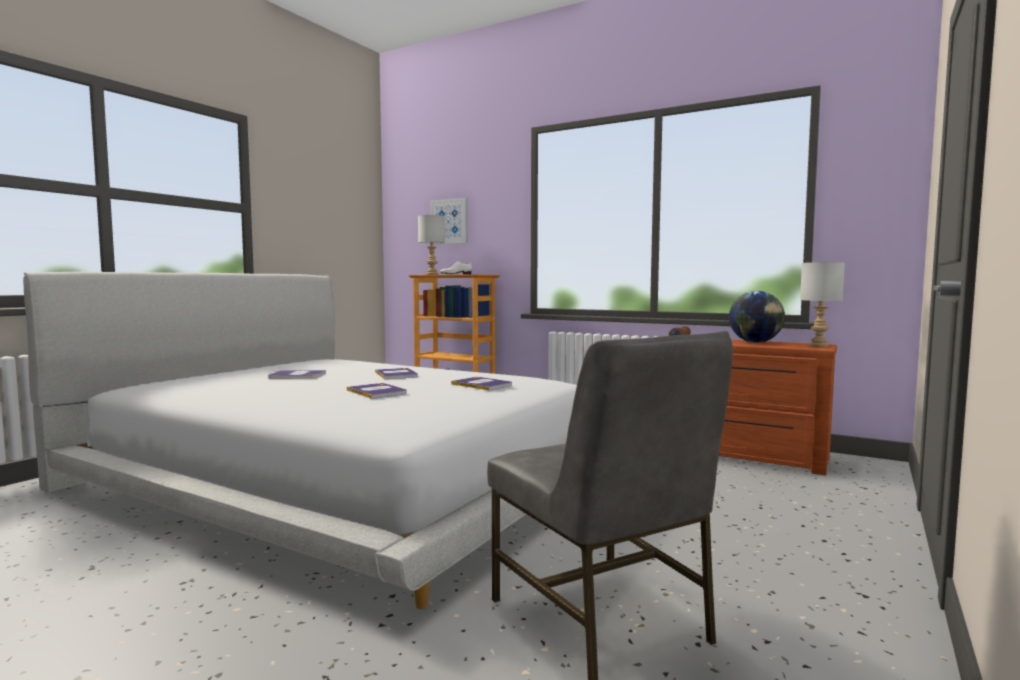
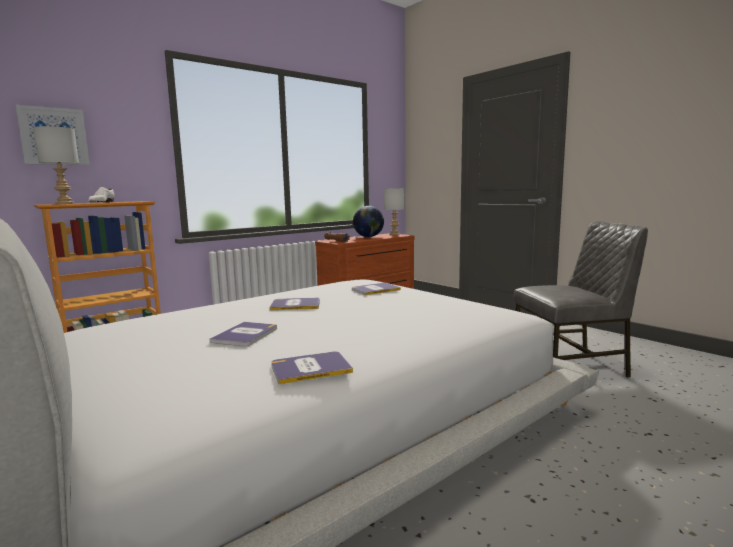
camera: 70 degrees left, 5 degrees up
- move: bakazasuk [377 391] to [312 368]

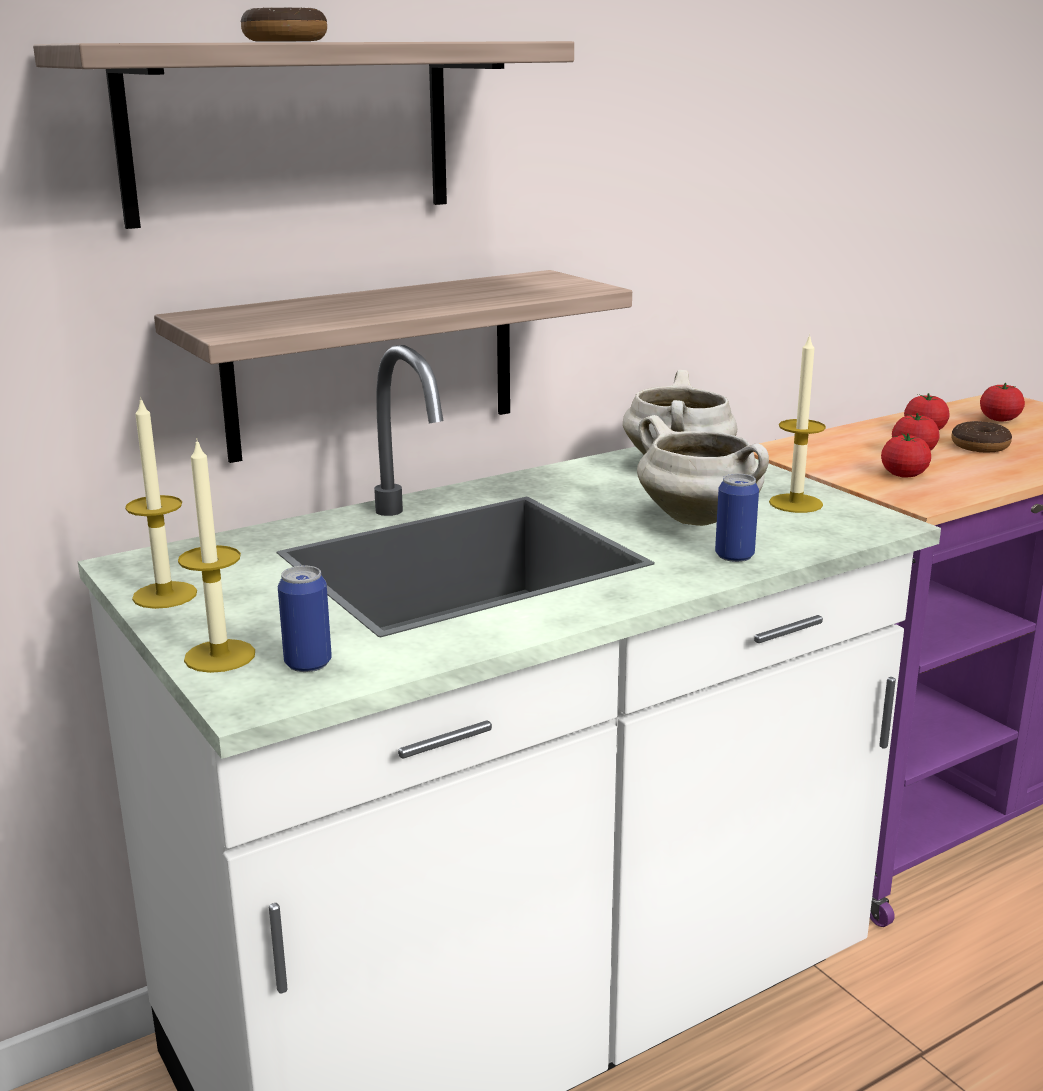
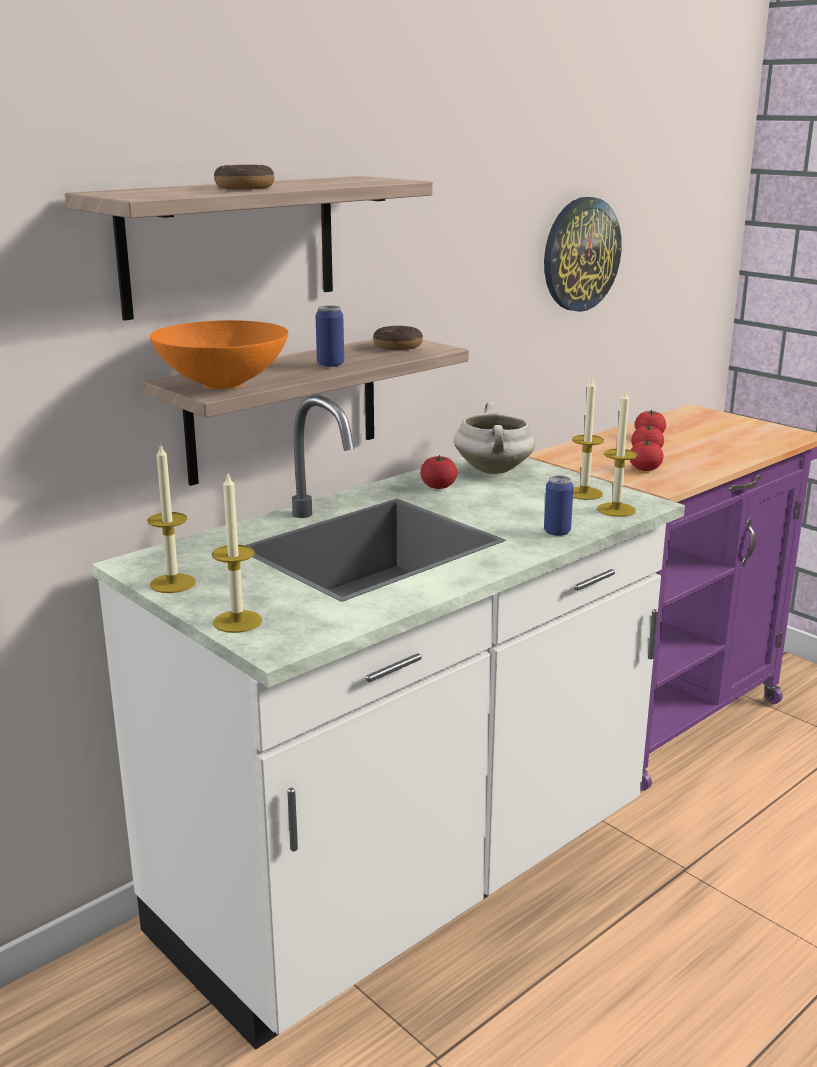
camera: 10 degrees left, 0 degrees up
- insert: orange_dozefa [219 354]
- move: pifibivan [305 618] to [329 336]
- move: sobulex [981 437] to [398 338]
- move: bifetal [1002 402] to [438 472]
- insert: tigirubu [583 254]
- insert: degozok [617 452]
- delete: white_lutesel [703 470]

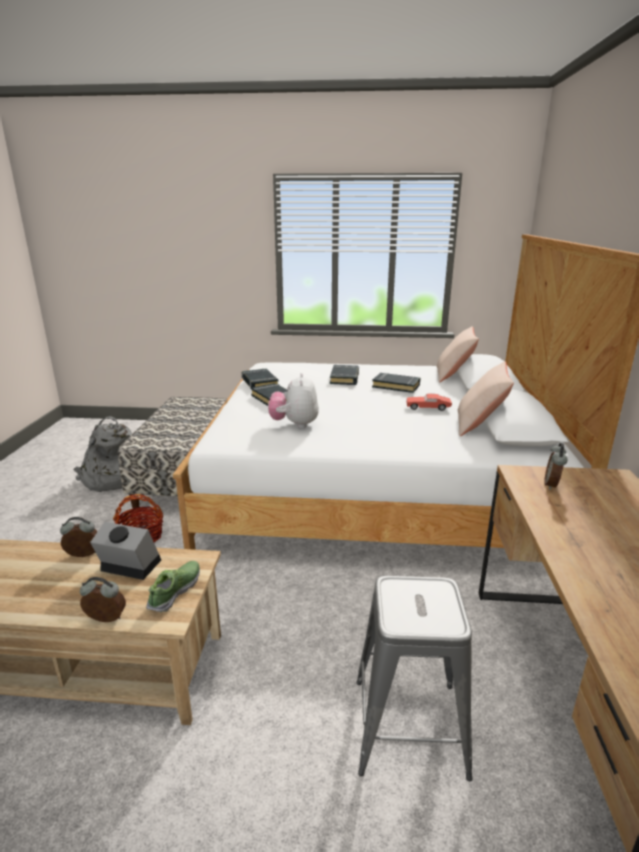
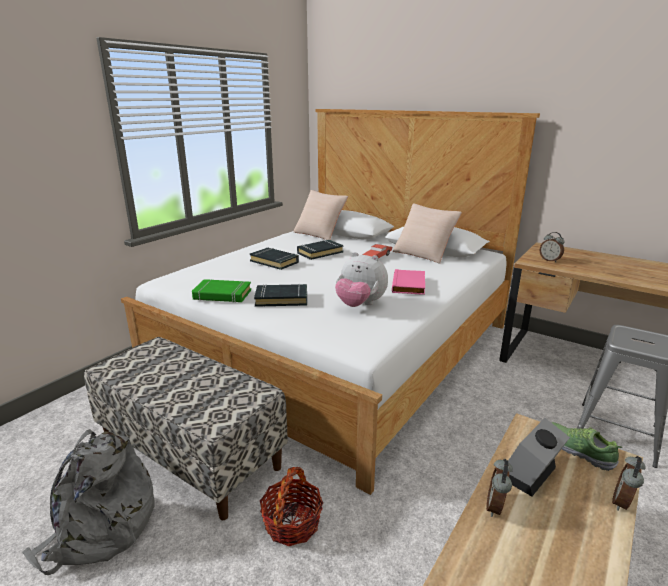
camera: 60 degrees left, 0 degrees up
- recolor: black_bakazasuk [260 379] to green_bakazasuk [221 291]
- insert: pink_bakazasuk [408 282]

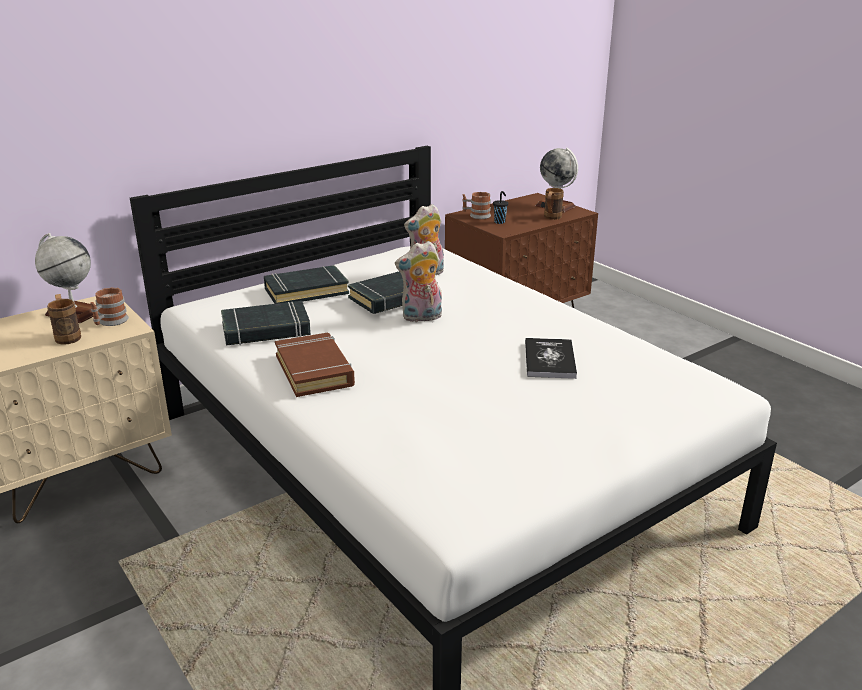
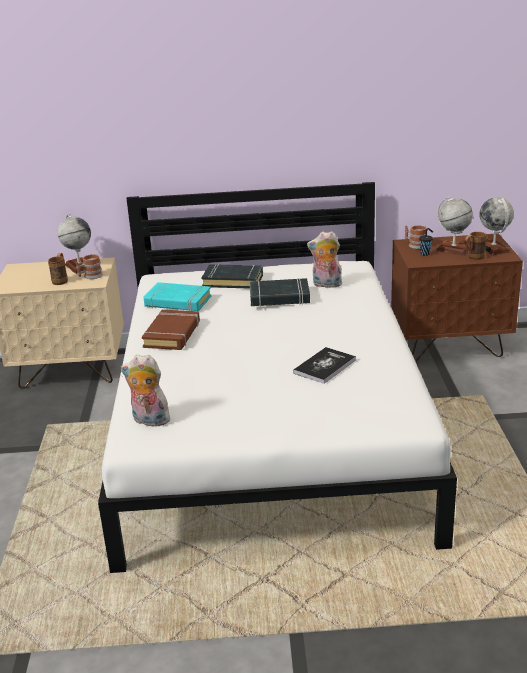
camera: 35 degrees right, 0 degrees up
- move: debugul [418 281] to [147 390]
- recolor: black_bakazasuk [266 323] to turquoise_bakazasuk [177 296]
- insert: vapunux [454 225]

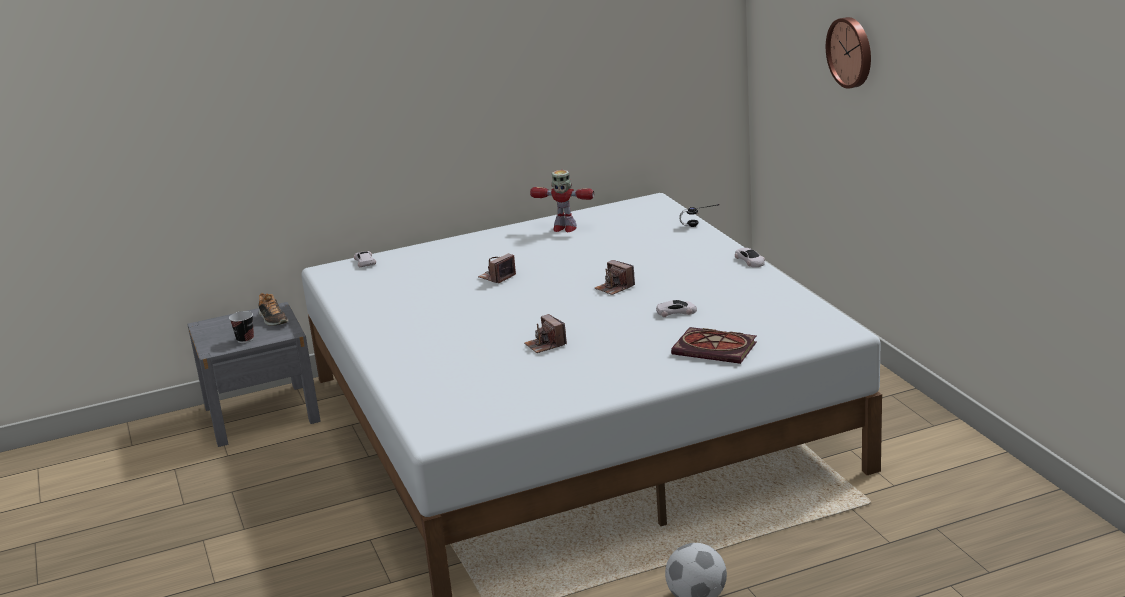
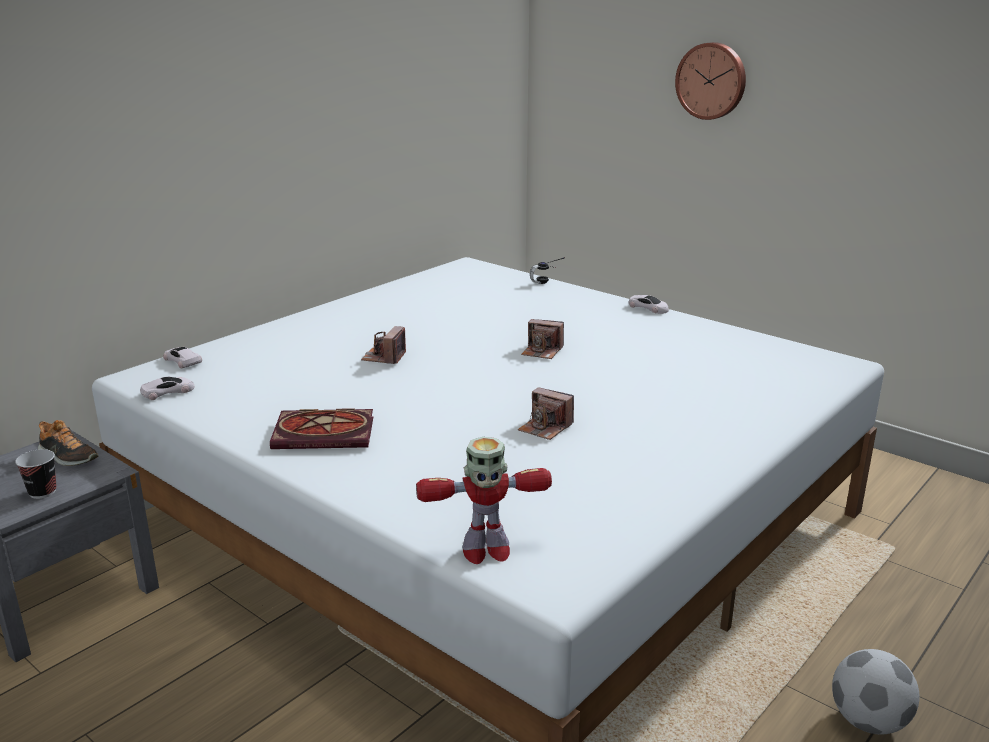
camera: 30 degrees left, 0 degrees up
- move: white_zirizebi [676 308] to [167 388]
- move: bakazasuk [714 345] to [321 428]
- move: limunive [562 201] to [484 500]

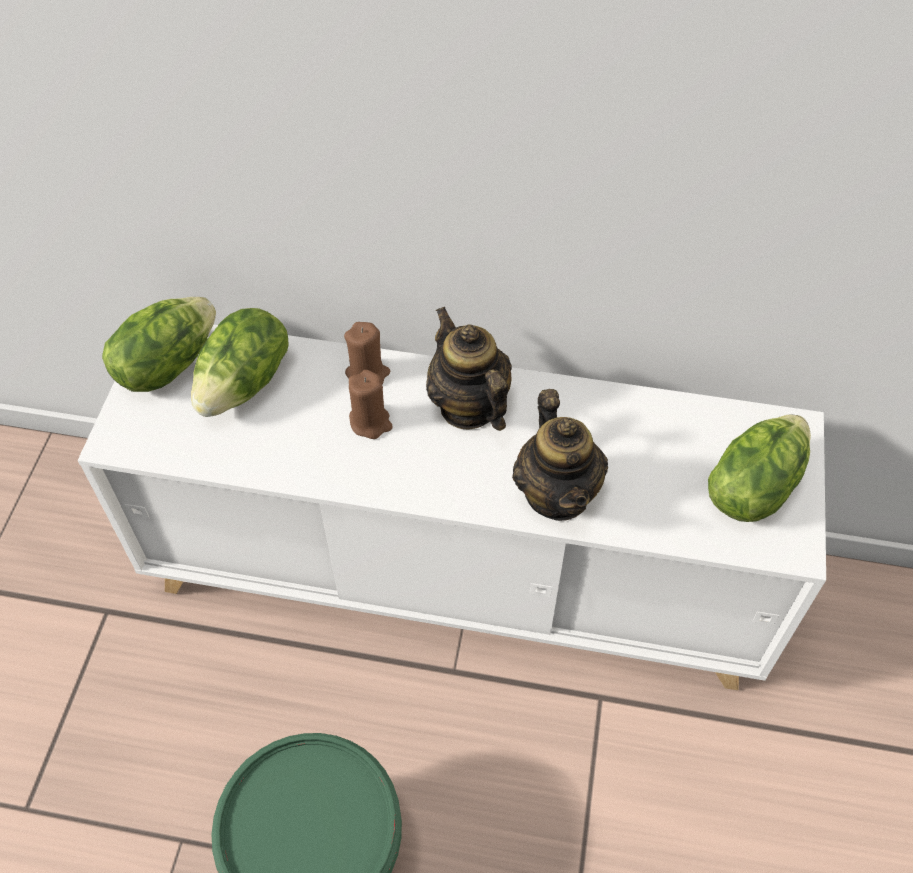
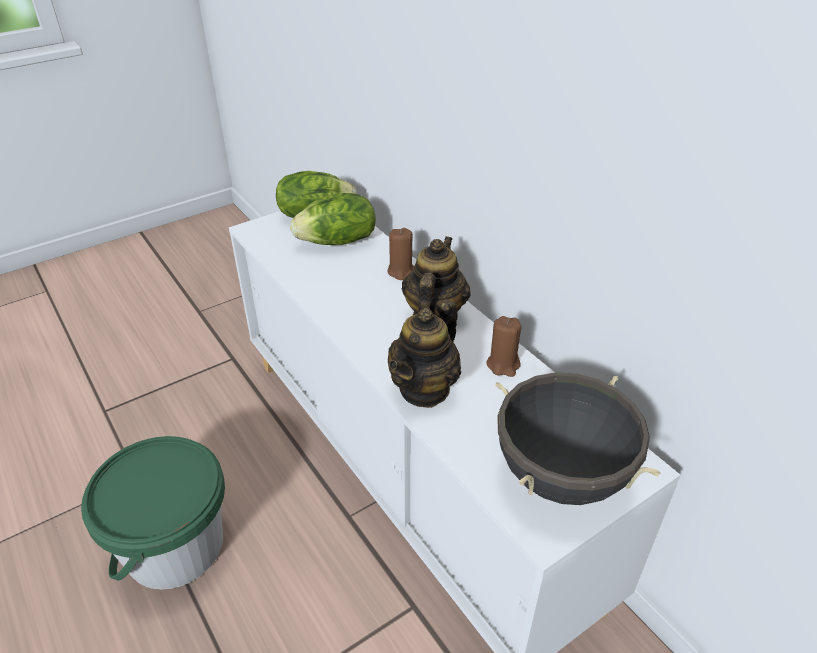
camera: 45 degrees right, 15 degrees down
- move: brown_degozok [371 404] to [504 346]
- replace: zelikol [759 468] to black_lutesel [577 438]

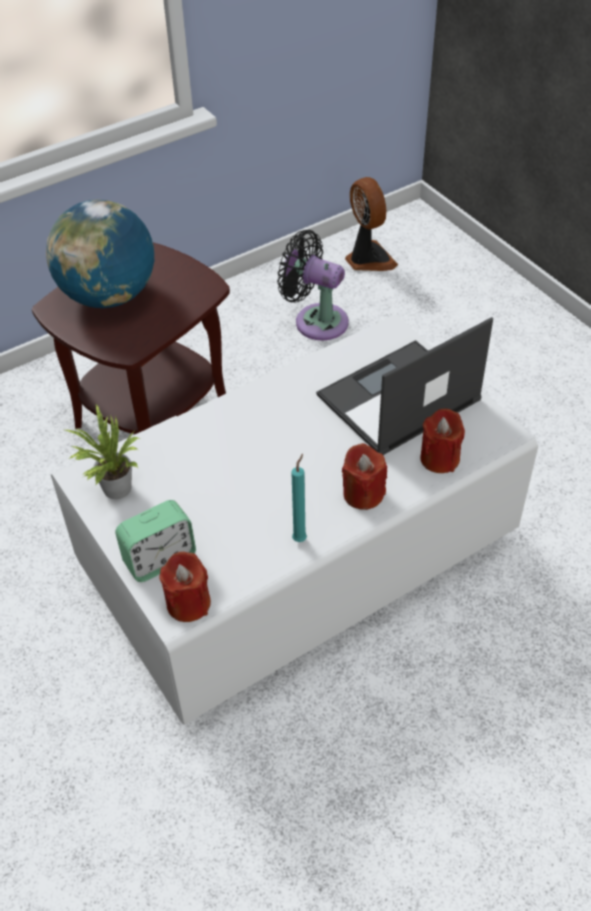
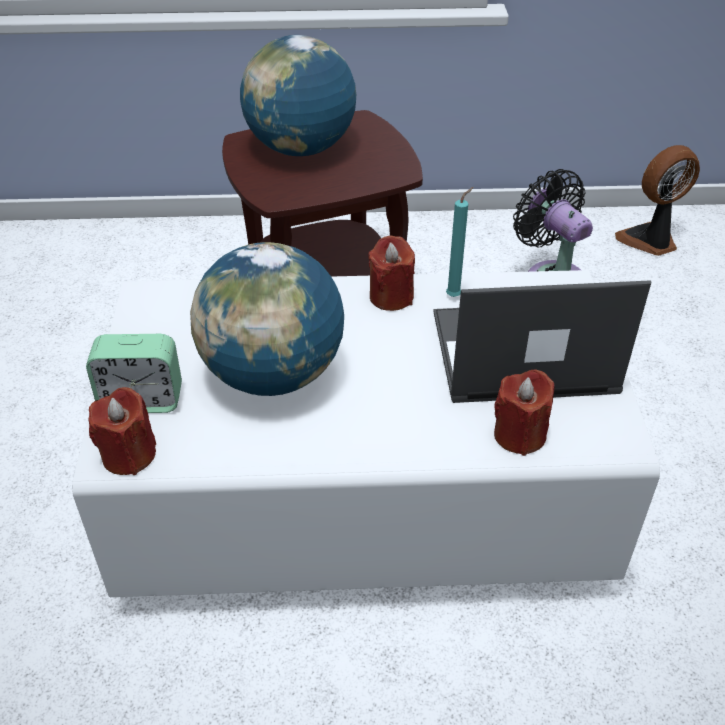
camera: 30 degrees right, 5 degrees down
- insert: vapunux [267 319]
- move: red_degozok [364 476] to [391 273]
- move: turquoise_degozok [299 498] to [460 242]
- rotate: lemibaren [371 224] = [657 200] 120 degrees counterclockwise
- delete: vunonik [100 451]

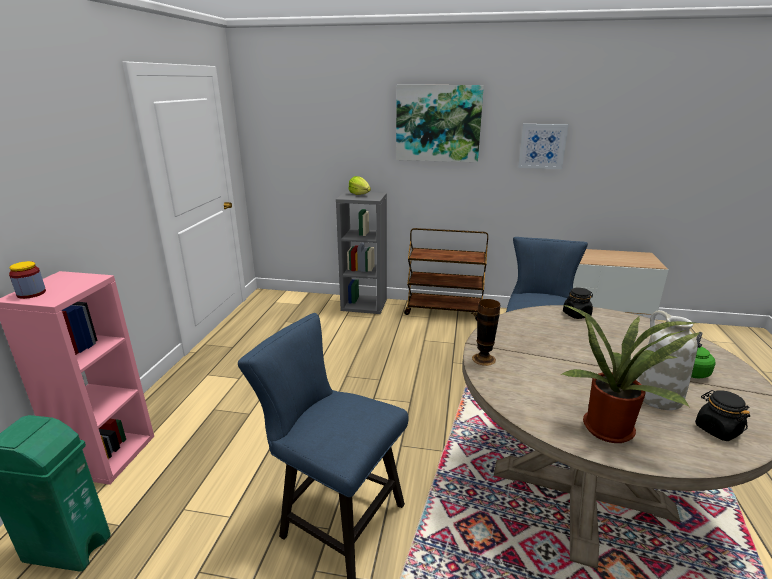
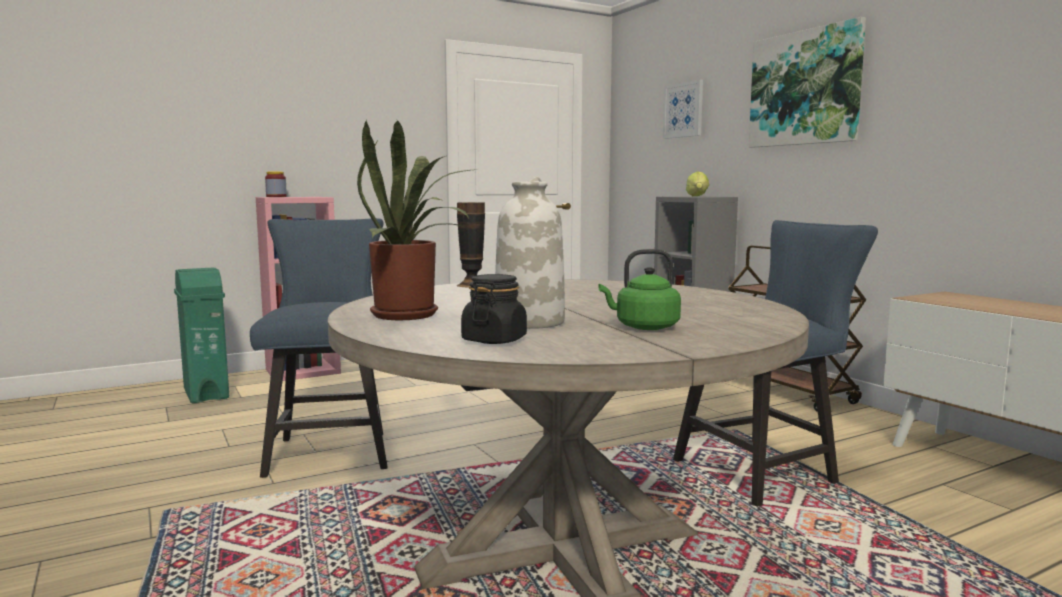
camera: 50 degrees right, 15 degrees down
- move: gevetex [543 146] to [683 109]
- delete: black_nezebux [578 303]

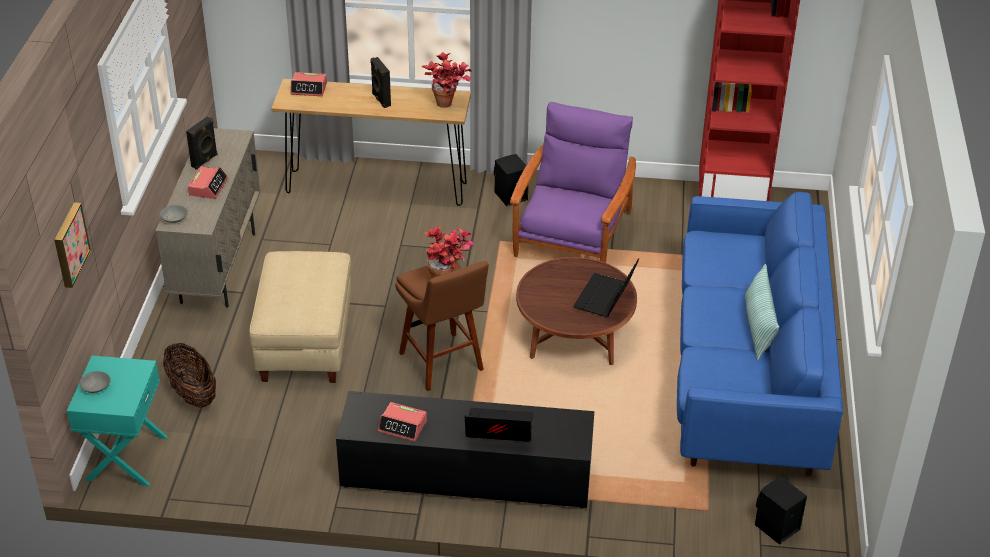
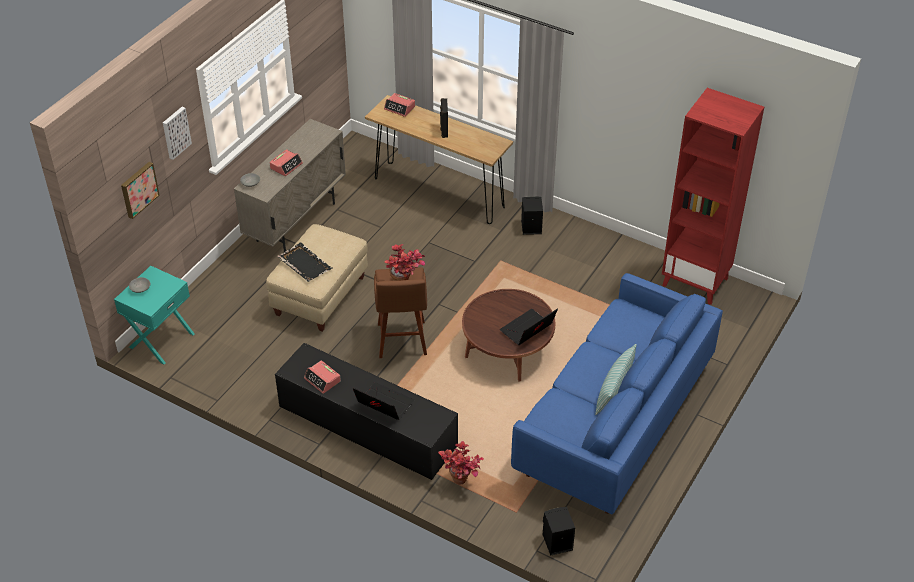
camera: 25 degrees right, 5 degrees up
- insert: gevetex [177 133]
- insert: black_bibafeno [305 262]
- move: vunonik [447 80] to [461 463]
- delete: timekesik [189 375]
- delete: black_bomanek [202 143]
- delete: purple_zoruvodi [573 182]

